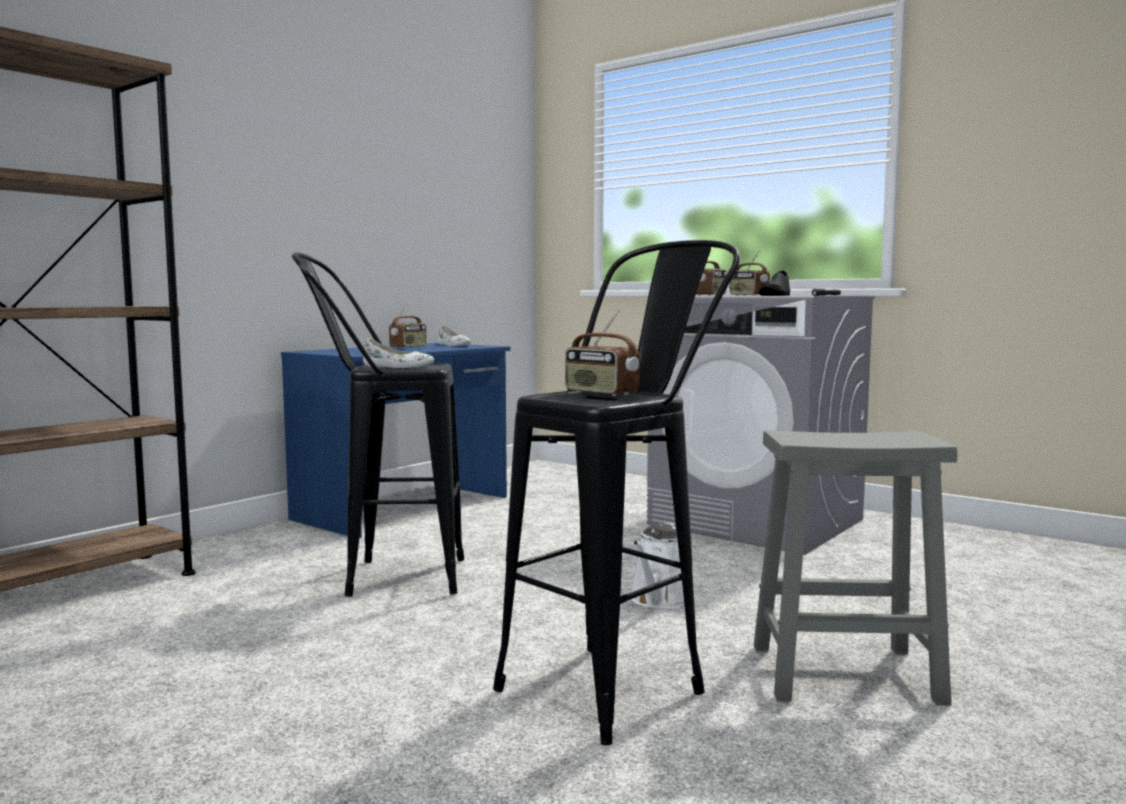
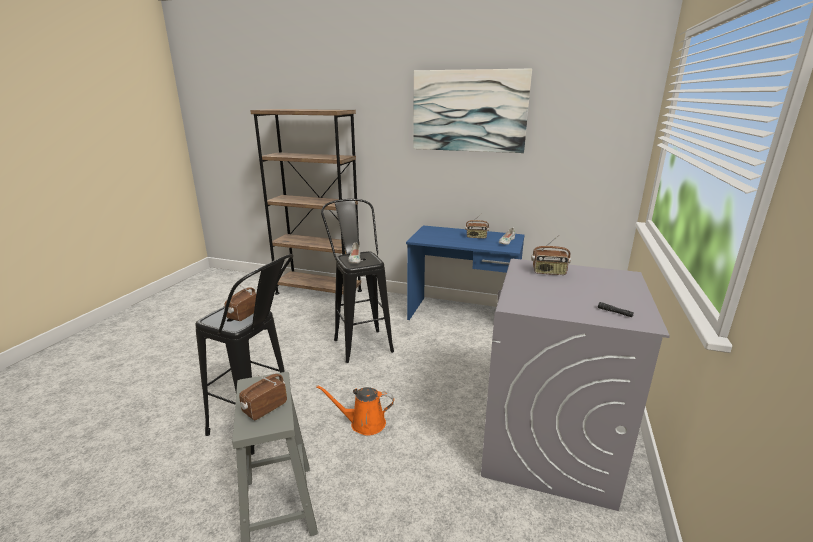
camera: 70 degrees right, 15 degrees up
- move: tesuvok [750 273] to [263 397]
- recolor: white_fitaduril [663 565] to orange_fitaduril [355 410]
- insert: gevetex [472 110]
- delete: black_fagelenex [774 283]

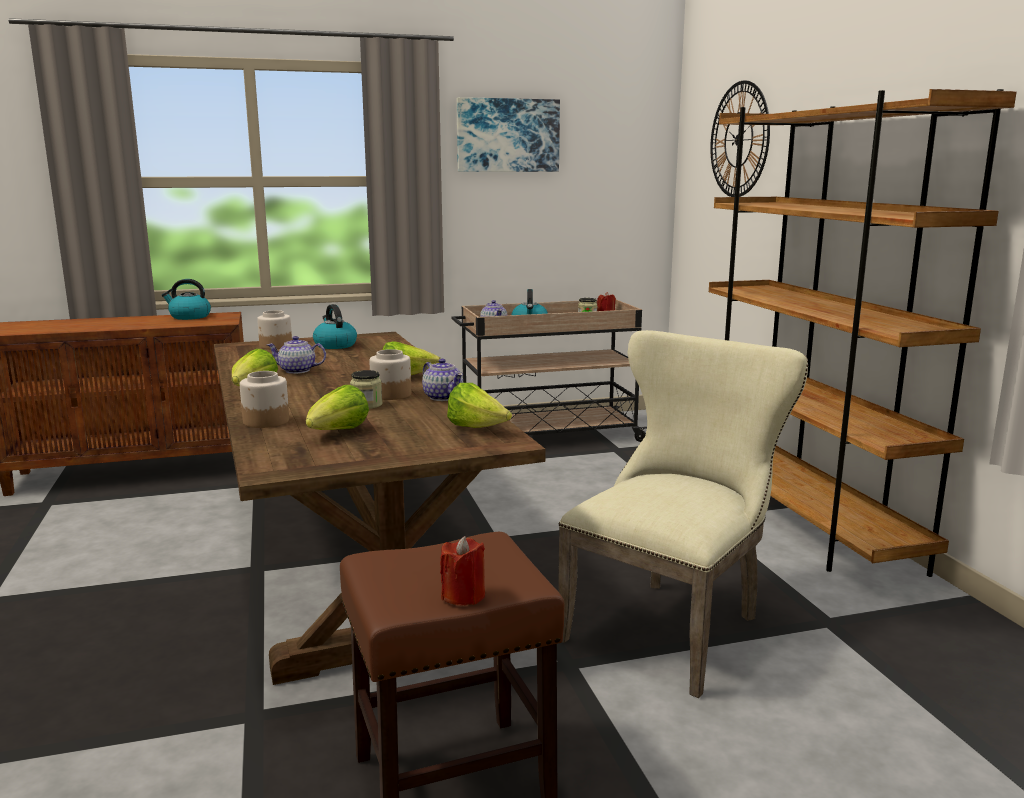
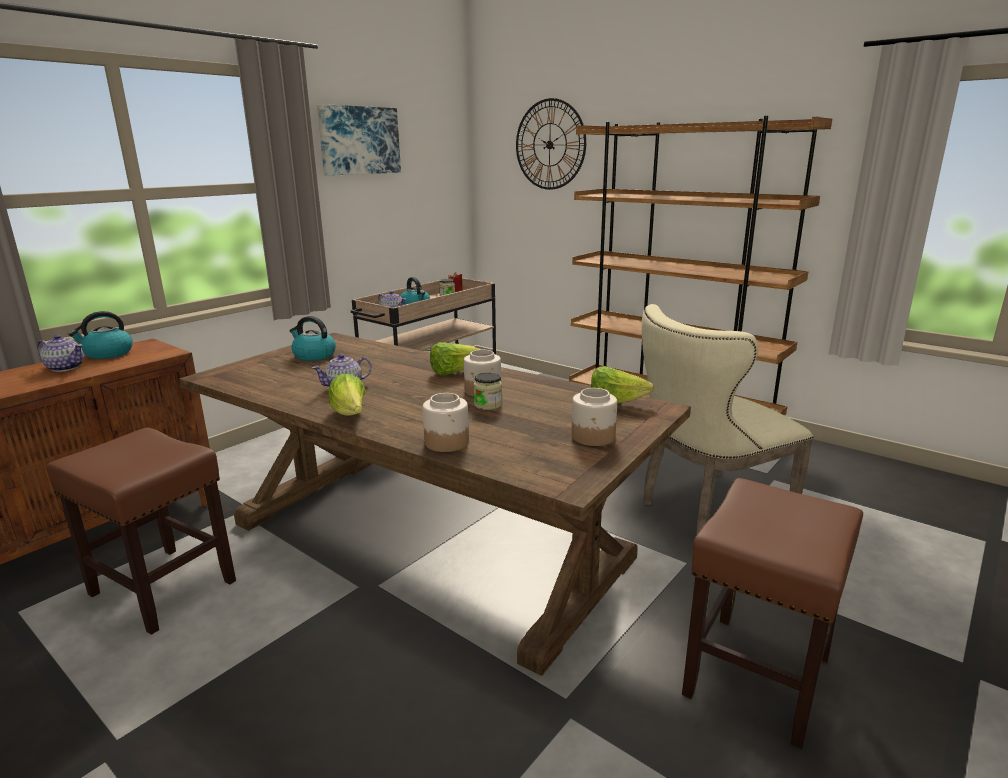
camera: 35 degrees left, 5 degrees up
- move: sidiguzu [442 380] to [60 353]
- insert: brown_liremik [141 531]
- move: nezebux [274 329] to [594 417]
- rotate: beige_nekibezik [683 514] = [727 419] 120 degrees counterclockwise
- delete: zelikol [337 407]
- delete: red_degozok [462 571]

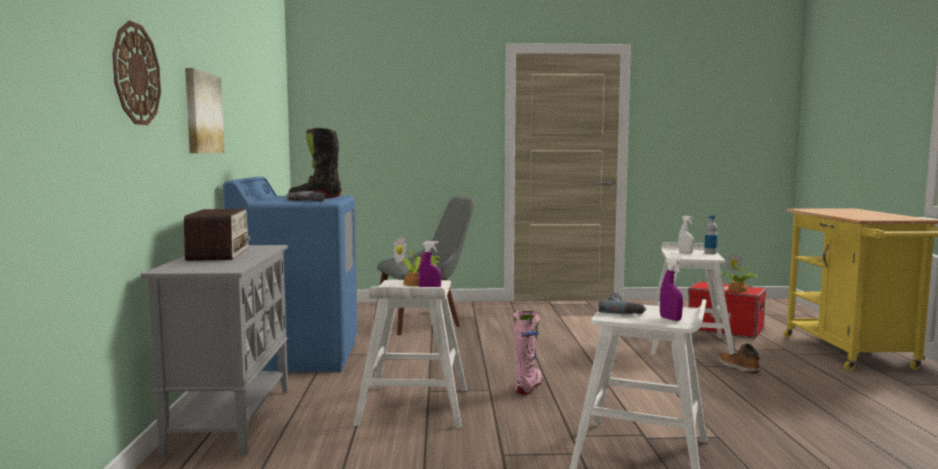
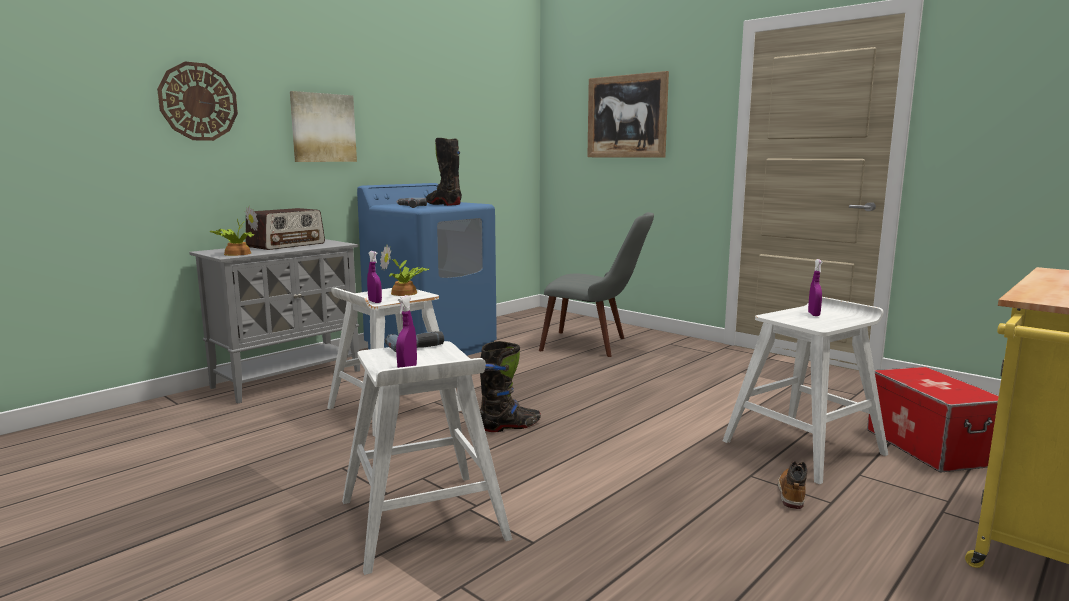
camera: 45 degrees right, 5 degrees up
- move: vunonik [739 272] to [234 231]
- recolor: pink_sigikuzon [528 353] to black_sigikuzon [510 386]
- insert: gevetex [628 114]
- recolor: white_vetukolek [686 235] to purple_vetukolek [815 287]
- delete: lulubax [711 234]

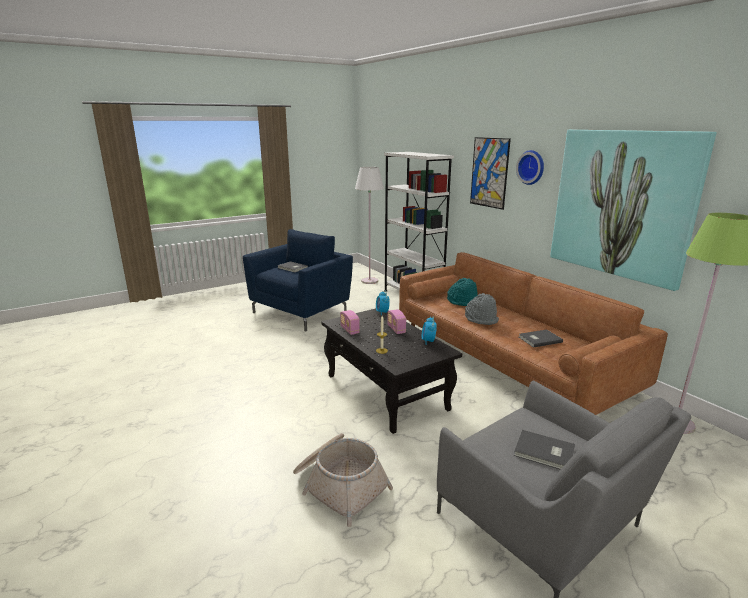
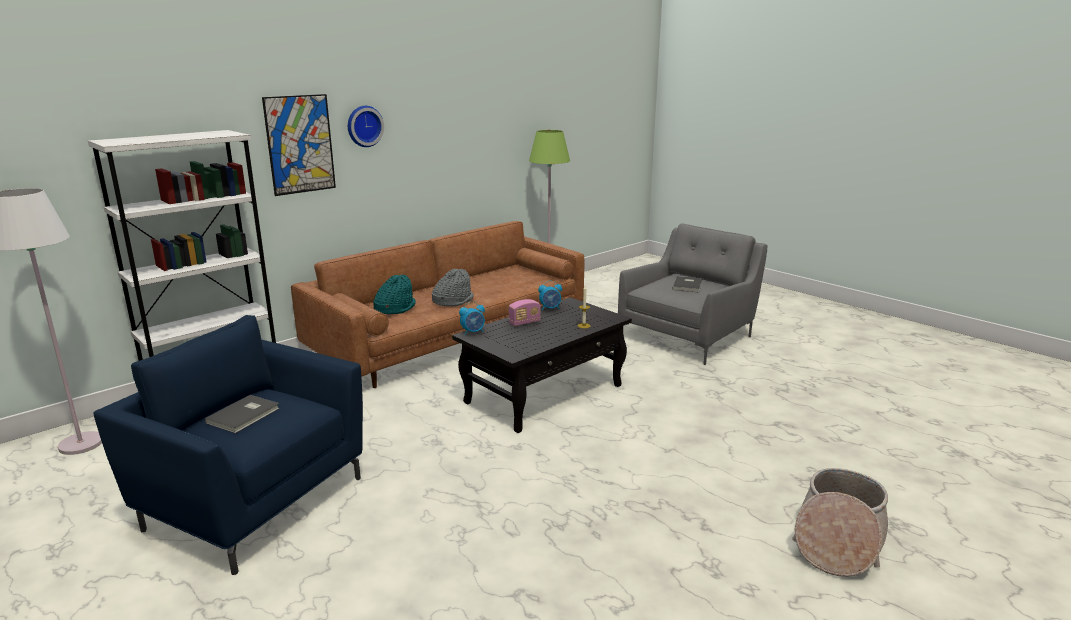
camera: 100 degrees left, 0 degrees up
- move: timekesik [343 480] to [840 522]
- delete: tesuvok [350 322]
- delete: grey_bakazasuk [541 338]
- delete: gevetex [633 210]

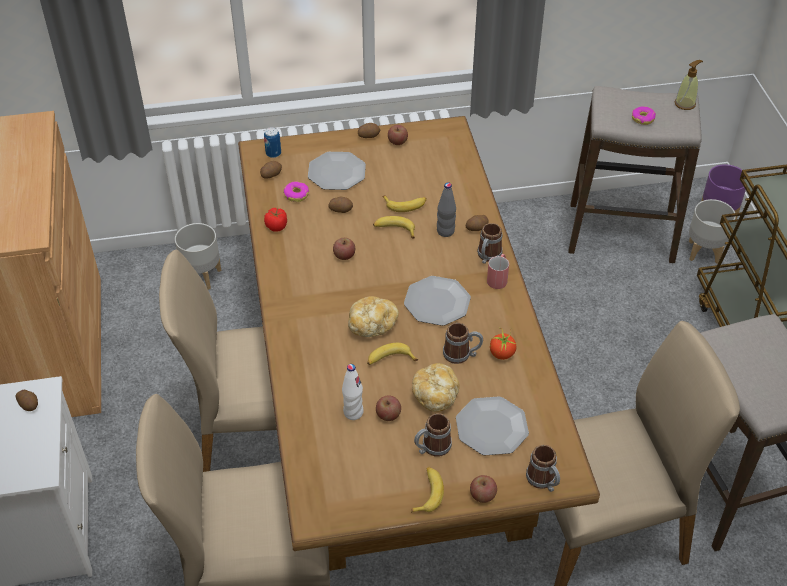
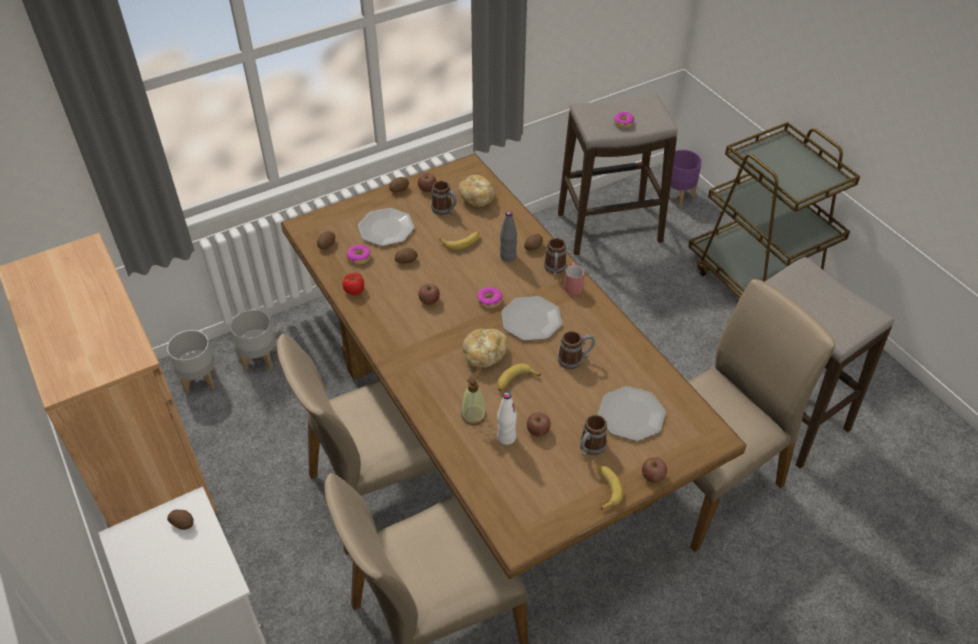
camera: 20 degrees left, 0 degrees up
- move: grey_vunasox [712 231] to [191 361]
- move: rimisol [543 468] to [444 198]
- move: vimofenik [436 387] to [476 191]
- move: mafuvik [689 85] to [473 397]
- insert: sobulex [490 297]
- delete: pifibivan [272 142]
- delete: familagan [394 227]
- delete: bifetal [503 344]

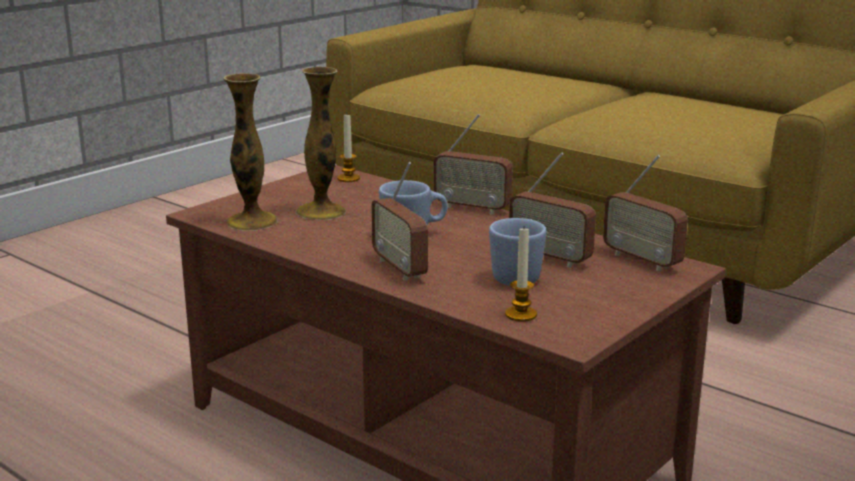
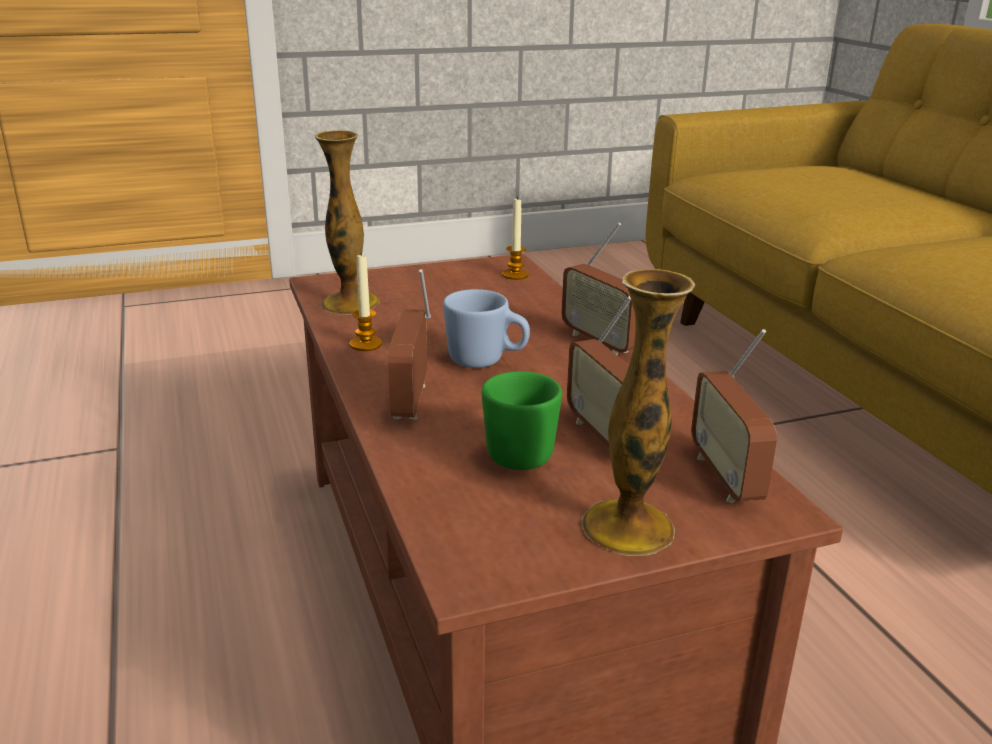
camera: 30 degrees right, 5 degrees up
- move: degozok [521 275] to [366 302]
- recolor: blue_rimisol [517 252] to green_rimisol [522 420]
- move: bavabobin [320 143] to [638 412]

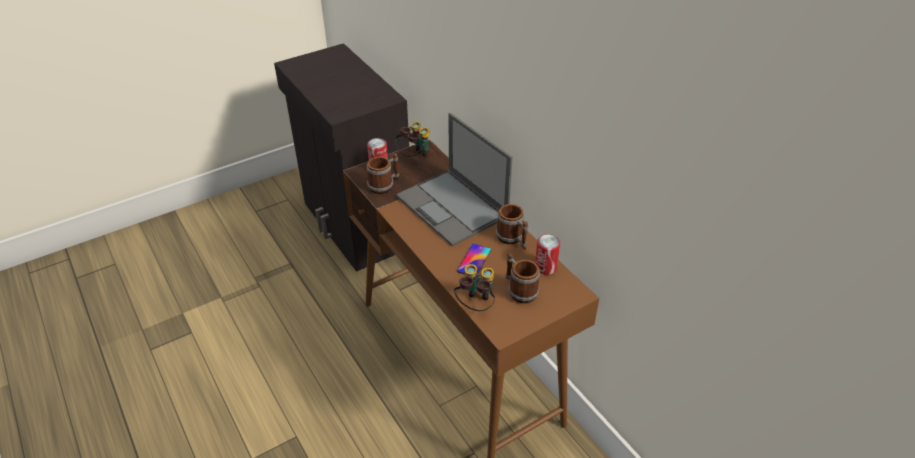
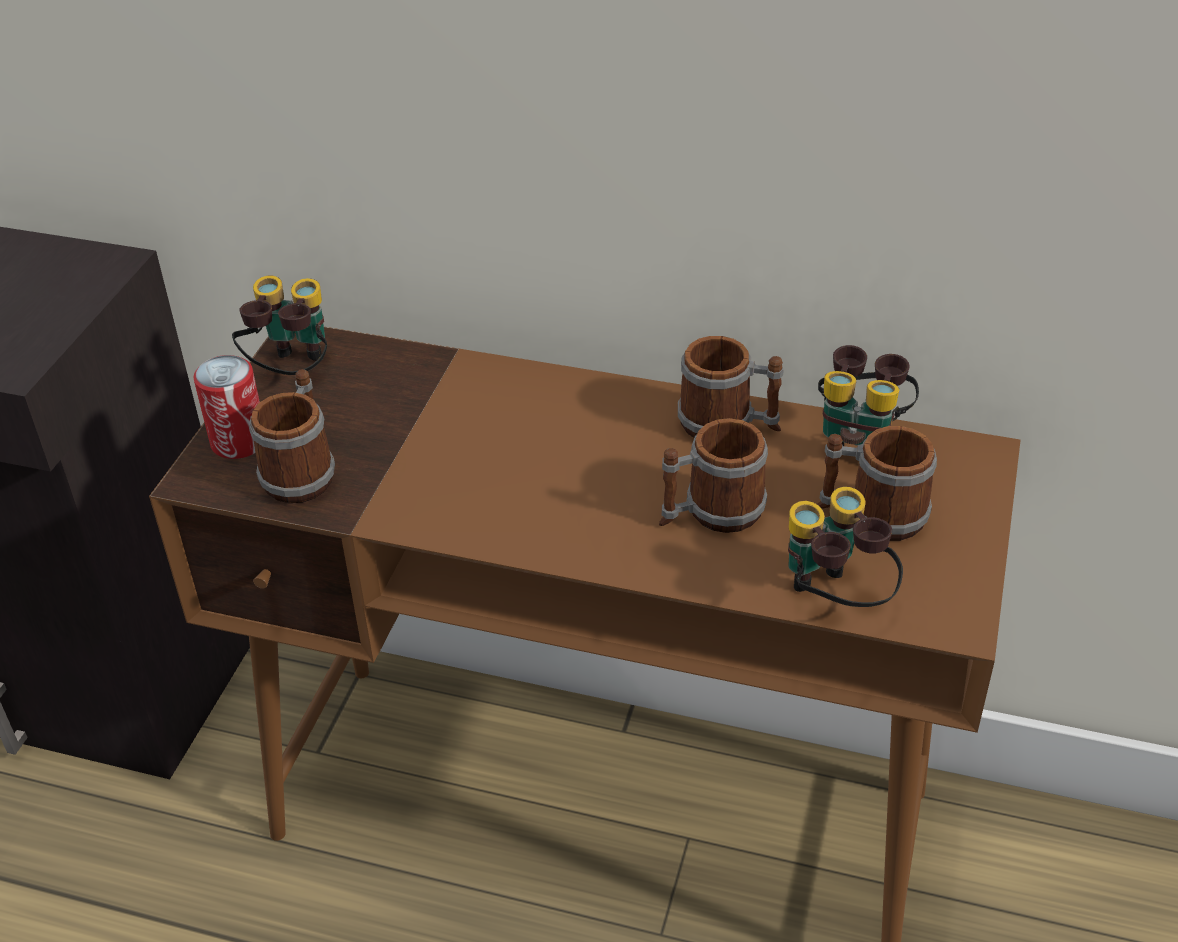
camera: 40 degrees left, 0 degrees up
- replace: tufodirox [474 259] to rimisol [713 475]
- replace: pifibivan [547 254] to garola [868 395]
- delete: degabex [454 180]

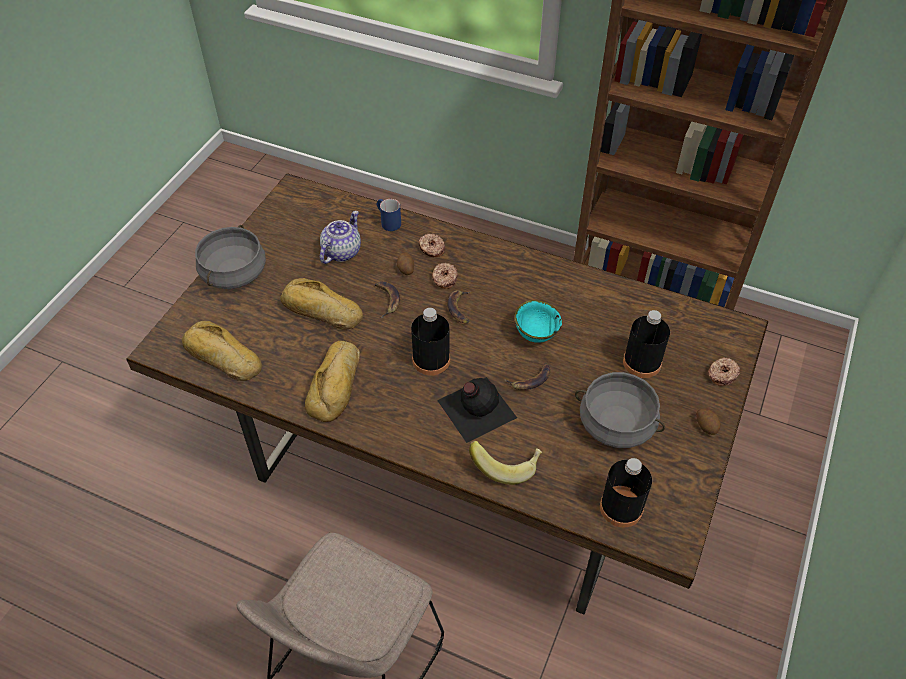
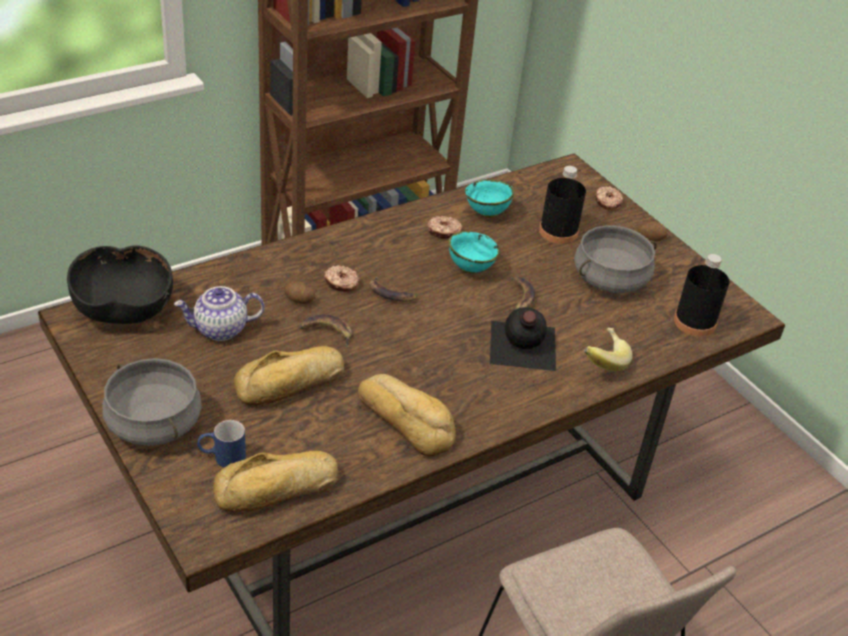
camera: 60 degrees left, 10 degrees down
- insert: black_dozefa [120 284]
- rotate: sidiguzu [340 237] = [219 313] 75 degrees counterclockwise
- move: blue_rimisol [388 215] to [221 444]
- move: sobulex [431 245] to [445 227]
- insert: turquoise_dozefa [490 198]
- delete: black_lulubax [430 342]

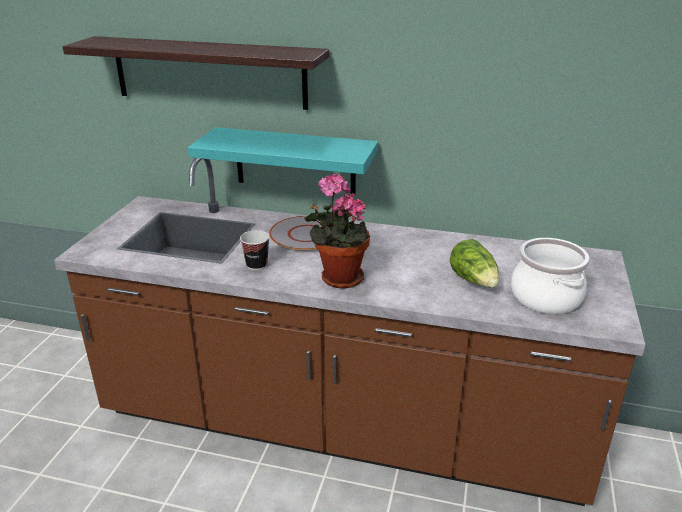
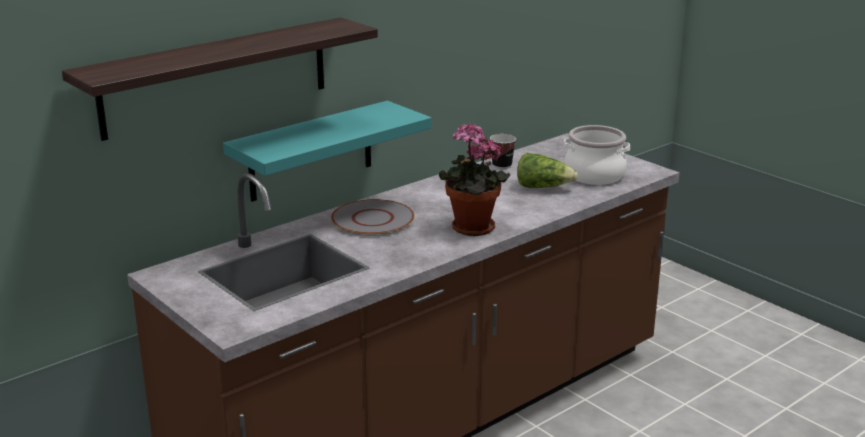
camera: 55 degrees left, 5 degrees down
- move: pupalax [255 250] to [503 151]

